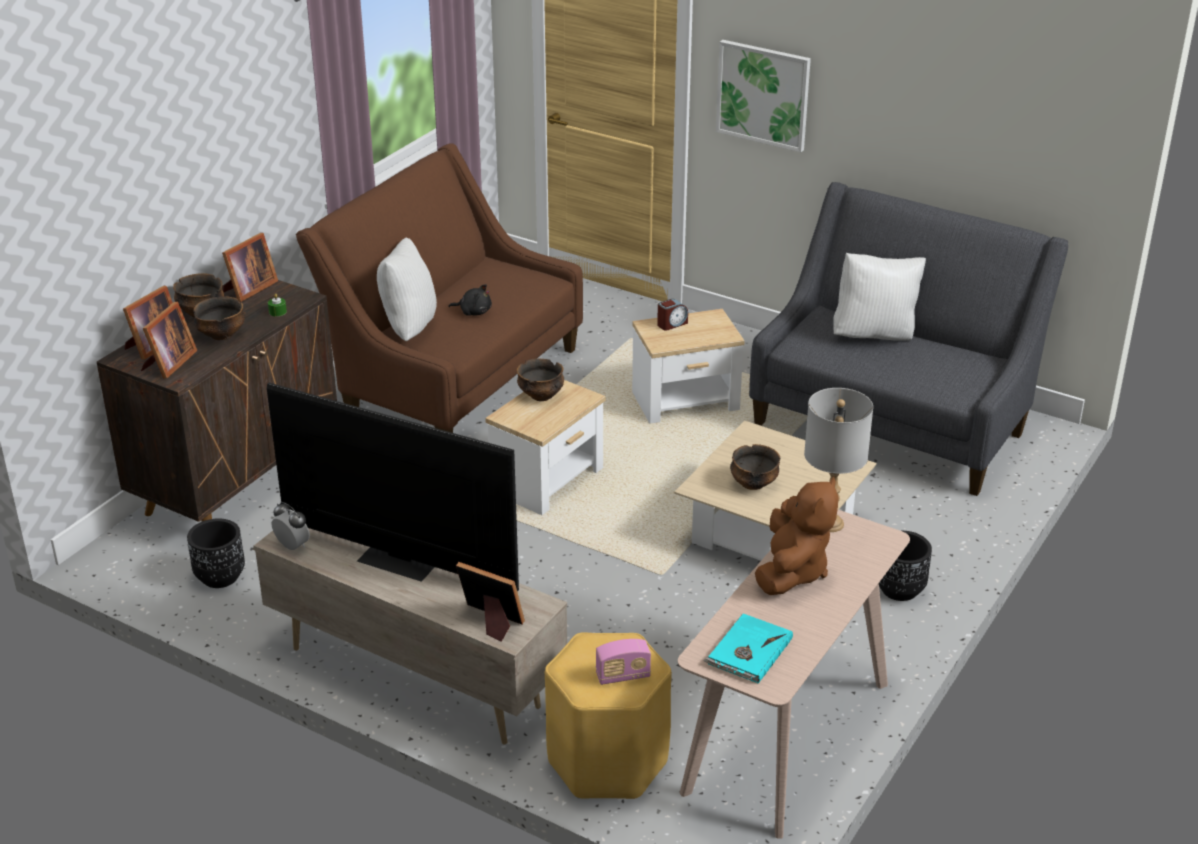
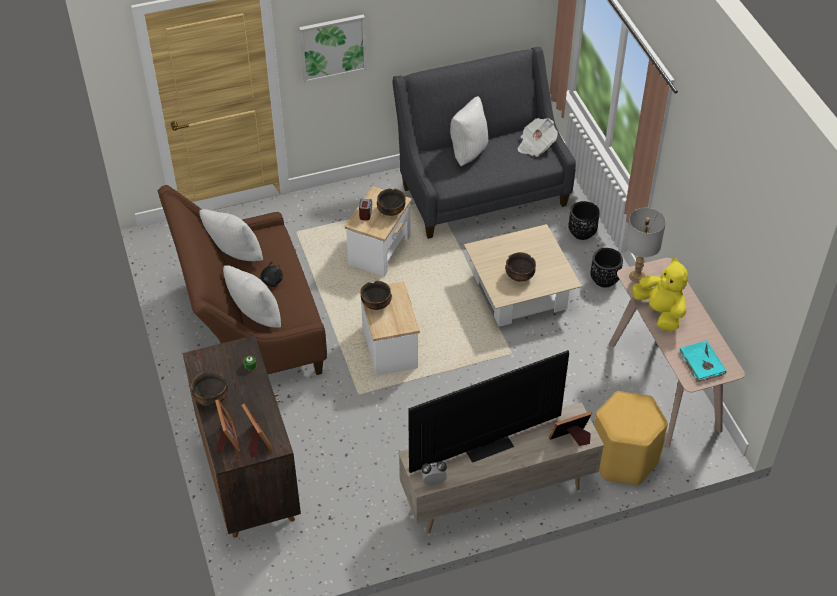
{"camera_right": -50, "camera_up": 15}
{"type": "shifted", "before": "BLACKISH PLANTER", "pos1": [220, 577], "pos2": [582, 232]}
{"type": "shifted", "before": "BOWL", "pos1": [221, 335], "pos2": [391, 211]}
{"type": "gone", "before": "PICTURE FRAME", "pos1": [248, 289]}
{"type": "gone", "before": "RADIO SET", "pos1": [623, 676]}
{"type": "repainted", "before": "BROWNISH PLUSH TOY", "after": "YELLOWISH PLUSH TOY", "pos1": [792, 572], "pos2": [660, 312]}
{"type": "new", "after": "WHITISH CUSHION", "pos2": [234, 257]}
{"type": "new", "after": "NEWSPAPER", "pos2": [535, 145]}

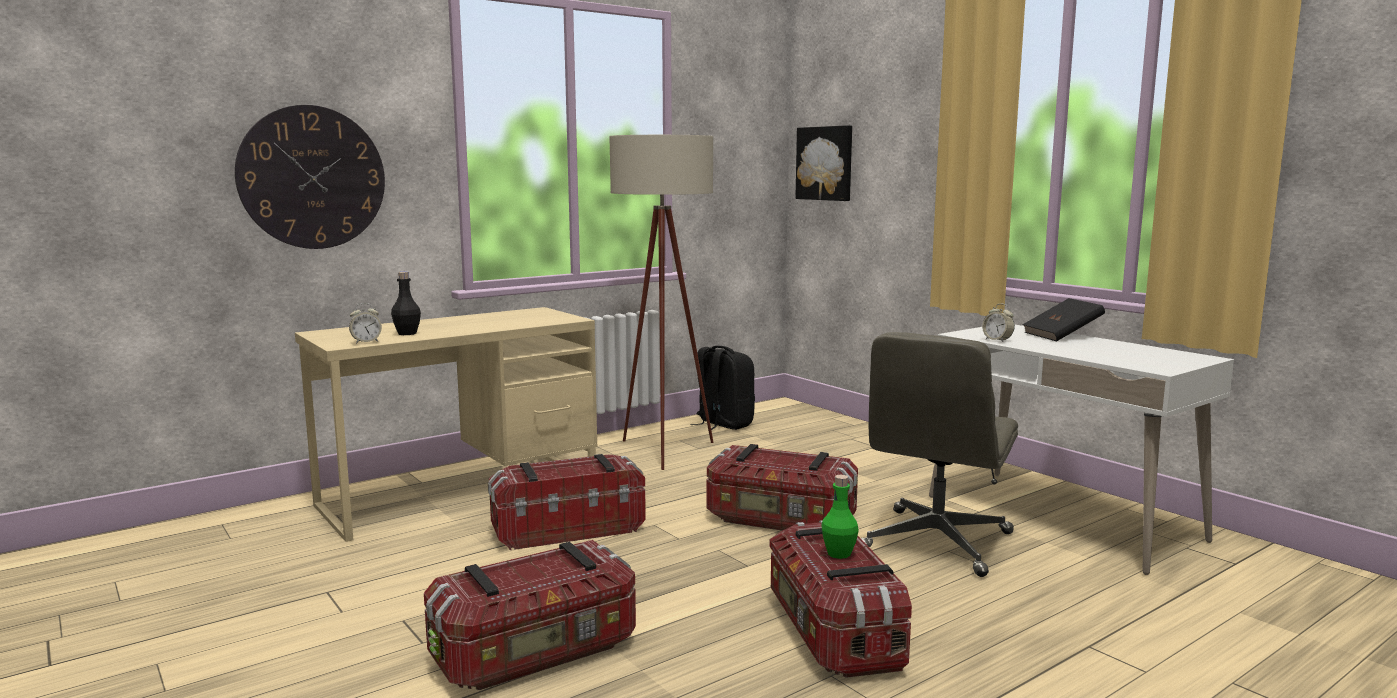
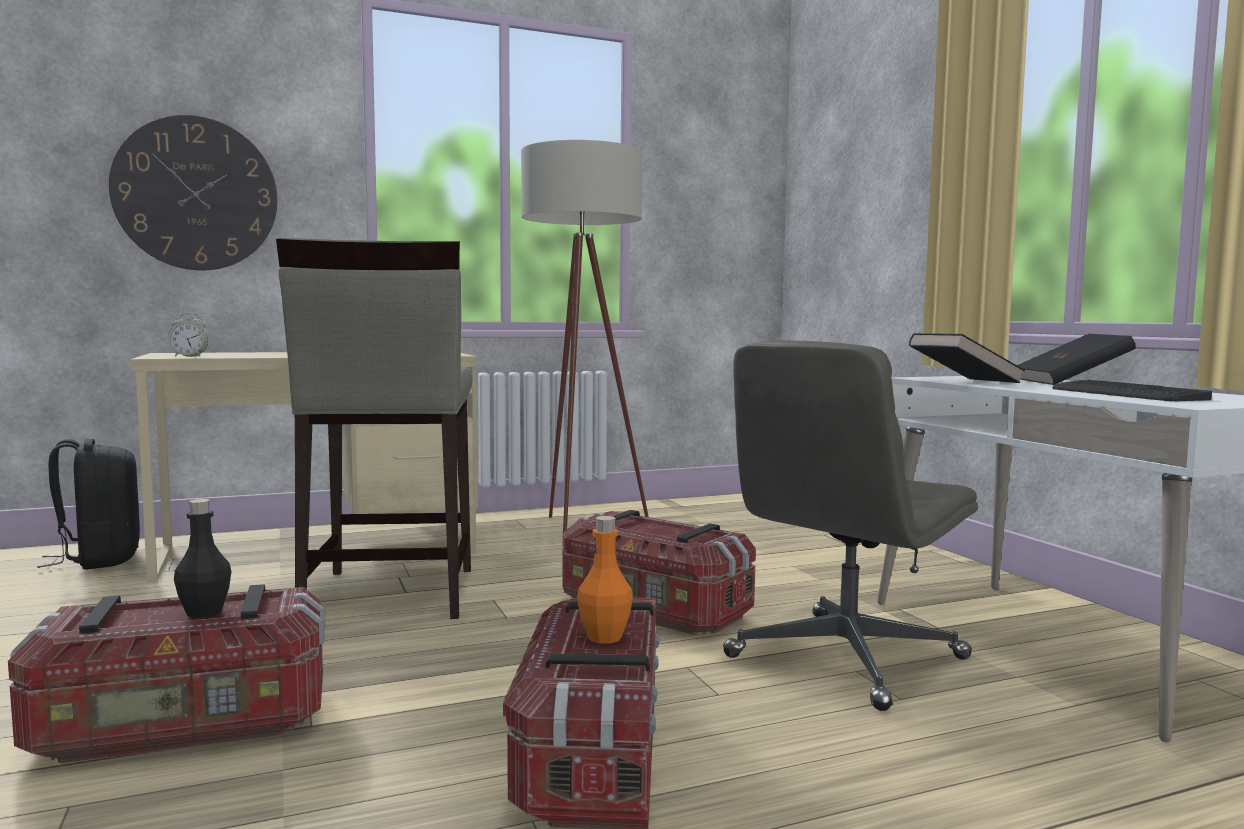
{"camera_right": 15, "camera_up": -5}
{"type": "shifted", "before": "BLACKISH BEVERAGE BOTTLE", "pos1": [407, 333], "pos2": [204, 612]}
{"type": "swapped", "before": "STORAGE CONTAINER", "after": "BEIGE-COLOURED SITTING STOOL", "pos1": [567, 529], "pos2": [389, 594]}
{"type": "shifted", "before": "BLACKISH RUCKSACK", "pos1": [723, 424], "pos2": [99, 560]}
{"type": "gone", "before": "WALL PICTURE", "pos1": [825, 163]}
{"type": "repainted", "before": "GREEN-COLOURED BEVERAGE BOTTLE", "after": "ORANGEY BEVERAGE BOTTLE", "pos1": [839, 554], "pos2": [604, 637]}
{"type": "swapped", "before": "TABLE CLOCK", "after": "BLACKISH BOUND BOOK", "pos1": [997, 340], "pos2": [963, 382]}
{"type": "new", "after": "PC KEYBOARD", "pos2": [1125, 394]}

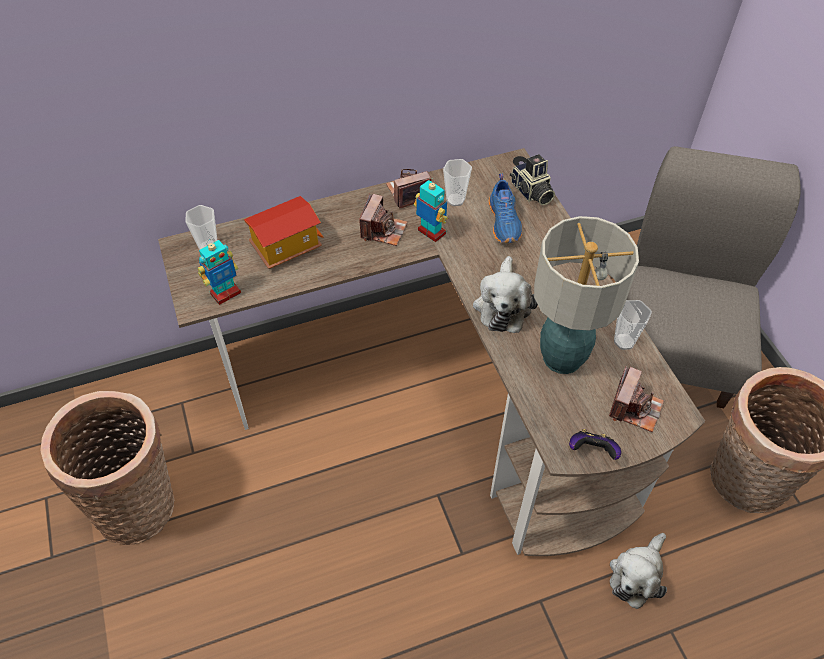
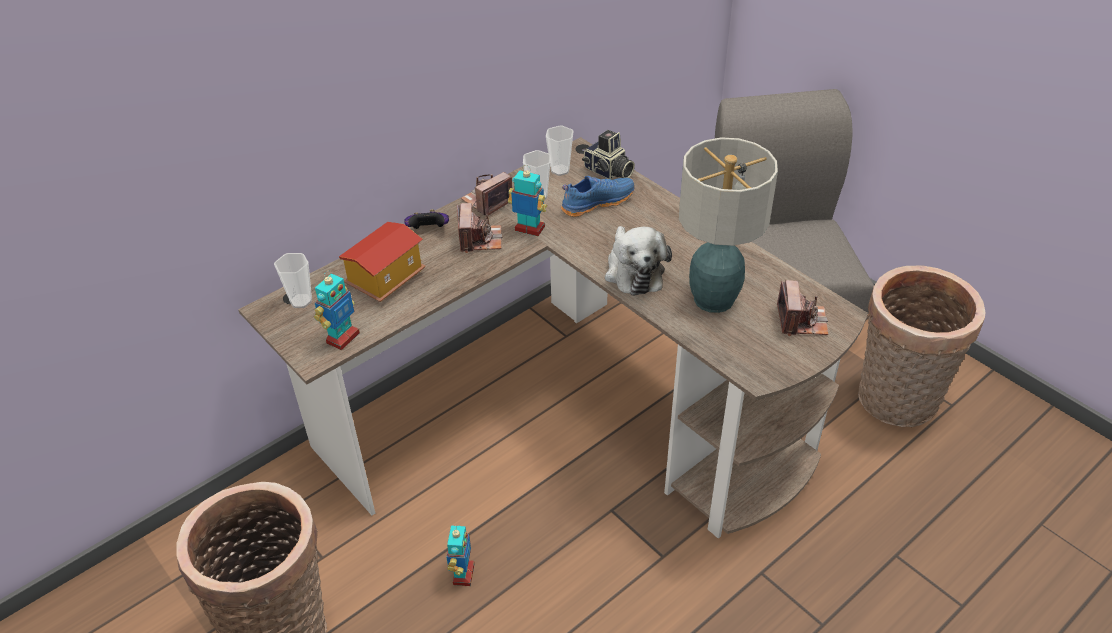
{"camera_right": -20, "camera_up": -10}
{"type": "rotated", "before": "BLUISH ITEM OF FOOTWEAR", "pos1": [505, 222], "pos2": [597, 202], "turn": -90}
{"type": "shifted", "before": "GAMEPAD", "pos1": [592, 451], "pos2": [428, 231]}
{"type": "gone", "before": "PLUSH TOY", "pos1": [636, 575]}
{"type": "shifted", "before": "CUP", "pos1": [624, 341], "pos2": [560, 170]}
{"type": "new", "after": "MODEL ROBOT", "pos2": [463, 574]}

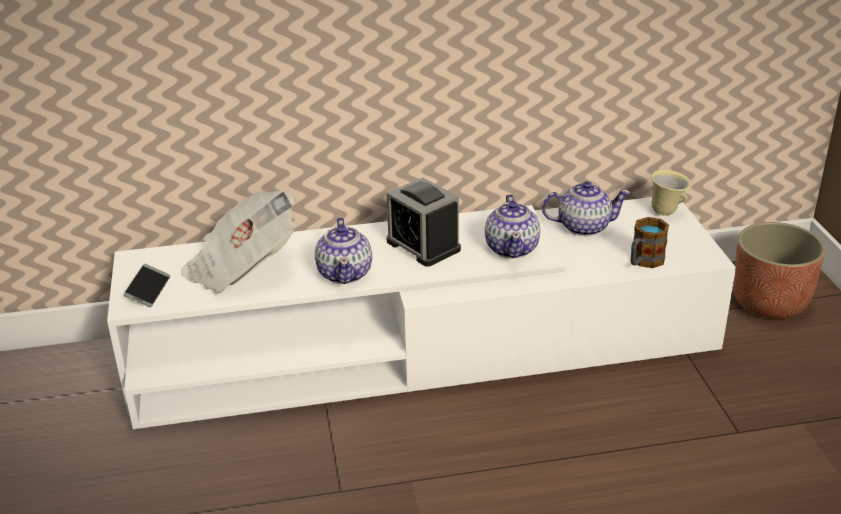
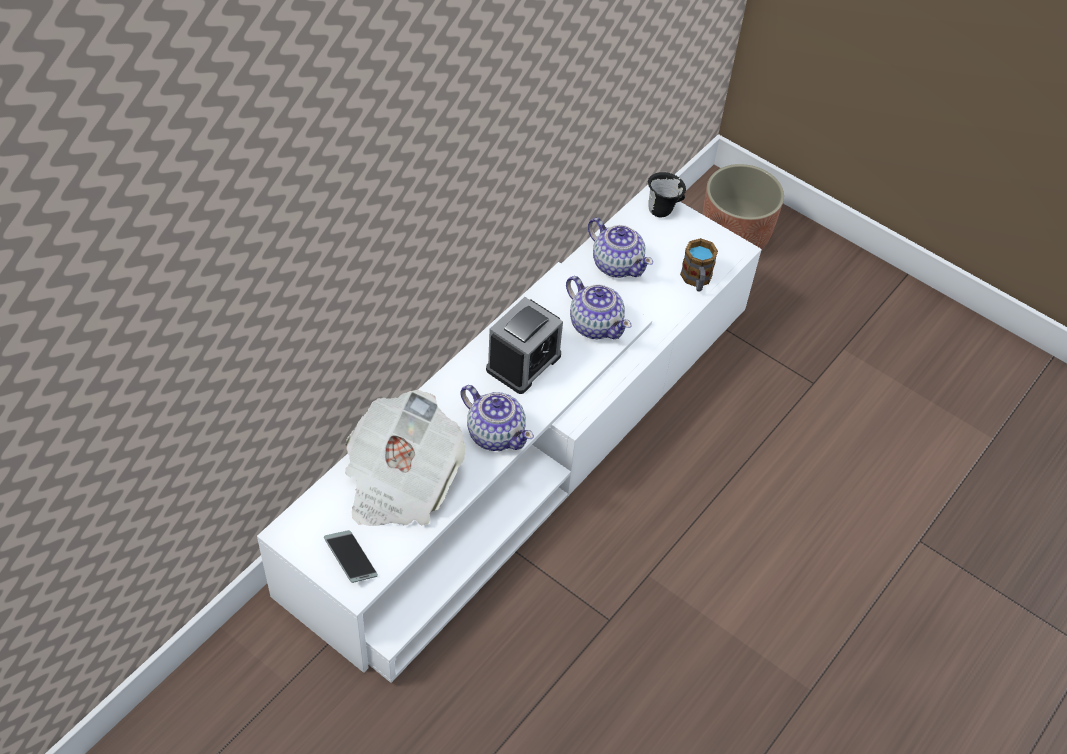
{"camera_right": -45, "camera_up": 20}
{"type": "rotated", "before": "TABLE CLOCK", "pos1": [423, 245], "pos2": [523, 362], "turn": -60}
{"type": "rotated", "before": "TEA POT", "pos1": [583, 227], "pos2": [617, 264], "turn": 90}
{"type": "repainted", "before": "BEIGE-COLOURED COFFEE MUG", "after": "BLACKISH COFFEE MUG", "pos1": [667, 212], "pos2": [662, 211]}

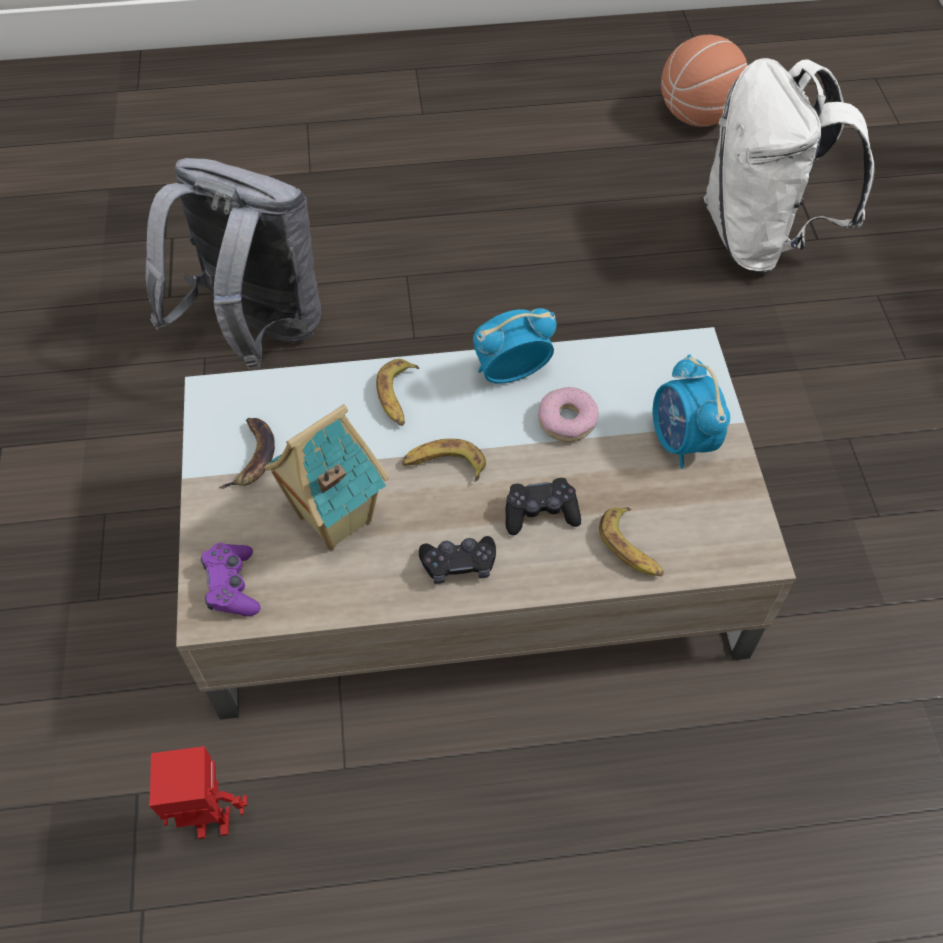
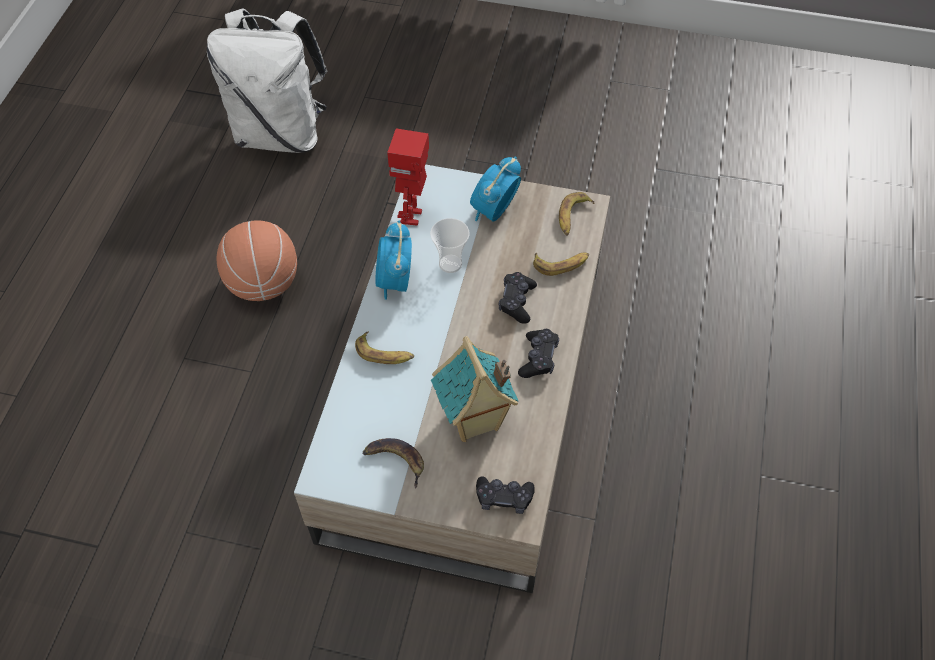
{"camera_right": -70, "camera_up": 0}
{"type": "gone", "before": "GREYISH RUCKSACK", "pos1": [256, 332]}
{"type": "shifted", "before": "MODEL ROBOT", "pos1": [213, 825], "pos2": [412, 217]}
{"type": "repainted", "before": "PURPLE GAMEPAD", "after": "BLACKISH GAMEPAD", "pos1": [232, 585], "pos2": [504, 498]}
{"type": "shifted", "before": "BANANA", "pos1": [444, 465], "pos2": [572, 217]}
{"type": "swapped", "before": "RING DOUGHNUT", "after": "CUP", "pos1": [566, 420], "pos2": [450, 264]}
{"type": "rotated", "before": "TABLE CLOCK", "pos1": [681, 441], "pos2": [494, 211], "turn": 120}
{"type": "shifted", "before": "BALL FOR BASKETBALL", "pos1": [698, 115], "pos2": [263, 283]}

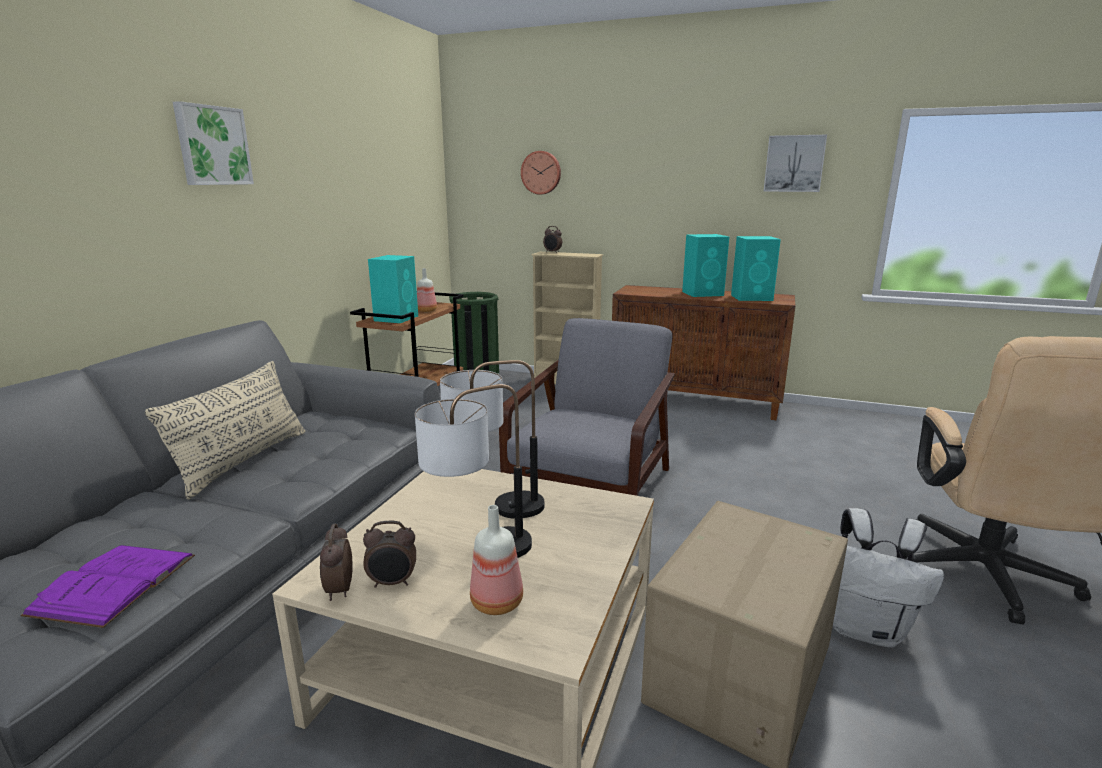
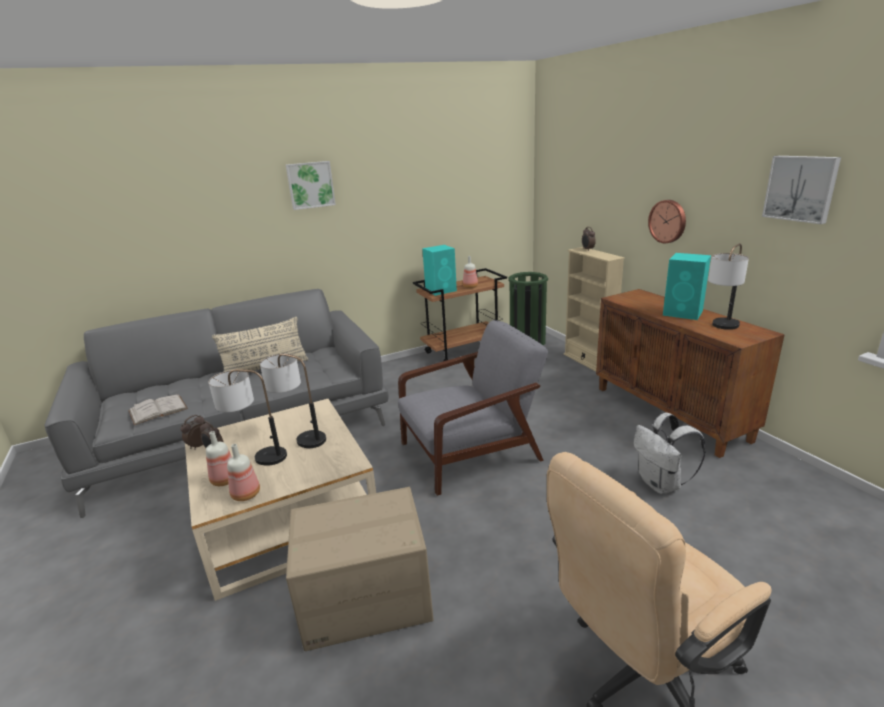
{"camera_right": 45, "camera_up": 5}
{"type": "repainted", "before": "PURPLE BOUND BOOK", "after": "WHITISH BOUND BOOK", "pos1": [114, 584], "pos2": [158, 409]}
{"type": "shifted", "before": "CLOCK ON THE WALL", "pos1": [541, 172], "pos2": [668, 221]}
{"type": "swapped", "before": "TURQUOISE-COLOURED SPEAKER", "after": "TABLETOP LAMP", "pos1": [752, 298], "pos2": [721, 328]}
{"type": "shifted", "before": "WHITISH RUCKSACK", "pos1": [866, 629], "pos2": [661, 484]}
{"type": "new", "after": "BEVERAGE BOTTLE", "pos2": [245, 495]}

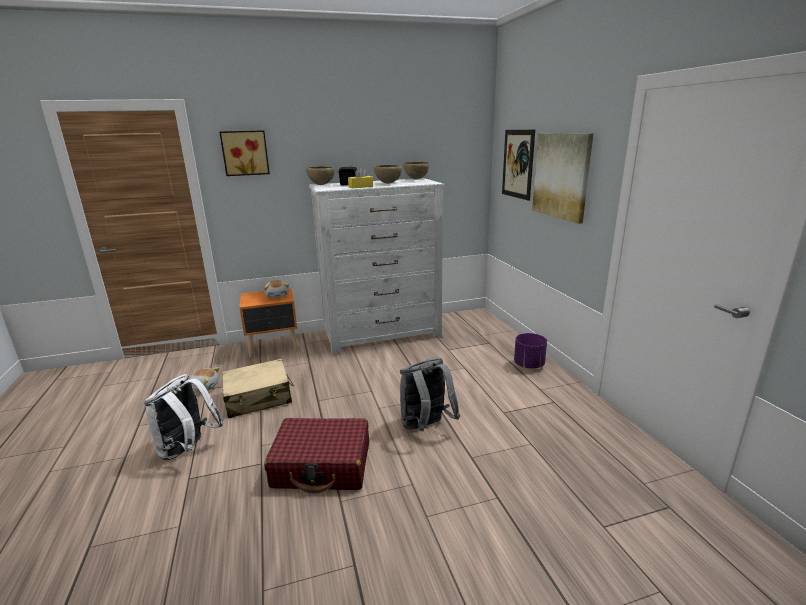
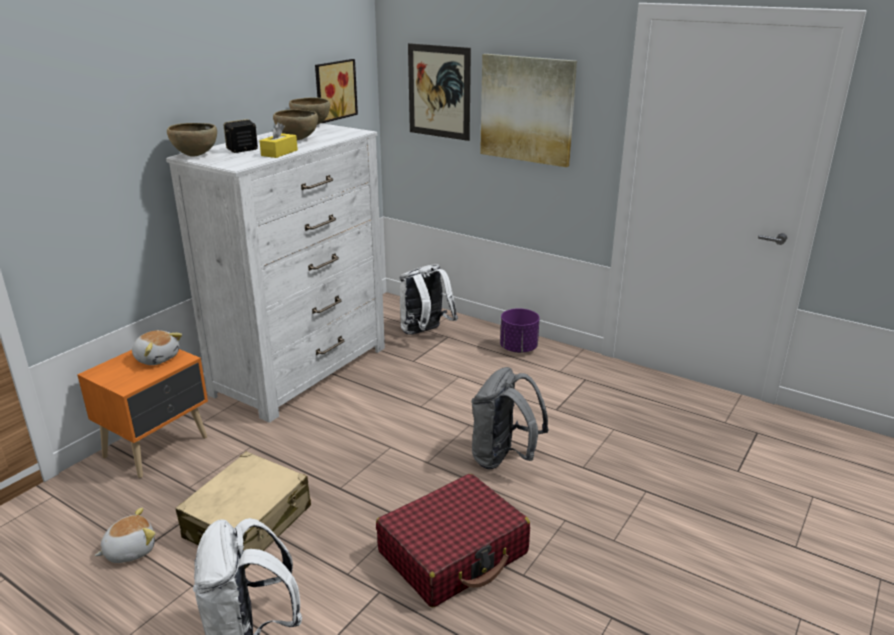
{"camera_right": -40, "camera_up": 5}
{"type": "shifted", "before": "WALL PICTURE", "pos1": [245, 153], "pos2": [334, 90]}
{"type": "new", "after": "WHITISH RUCKSACK", "pos2": [425, 332]}

